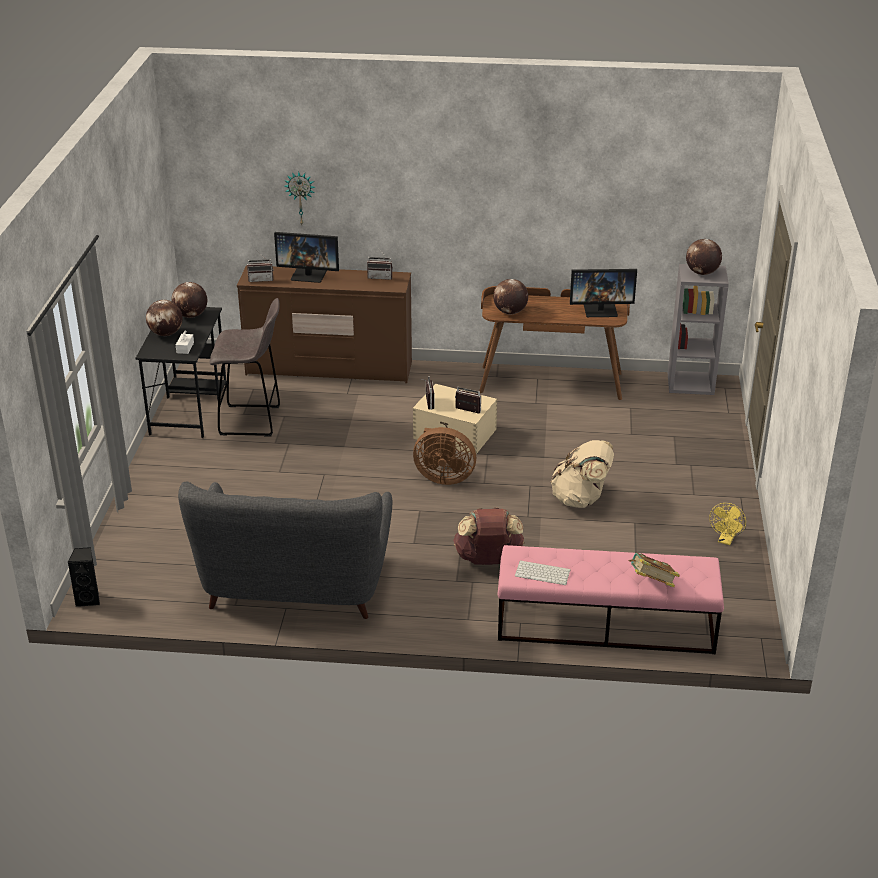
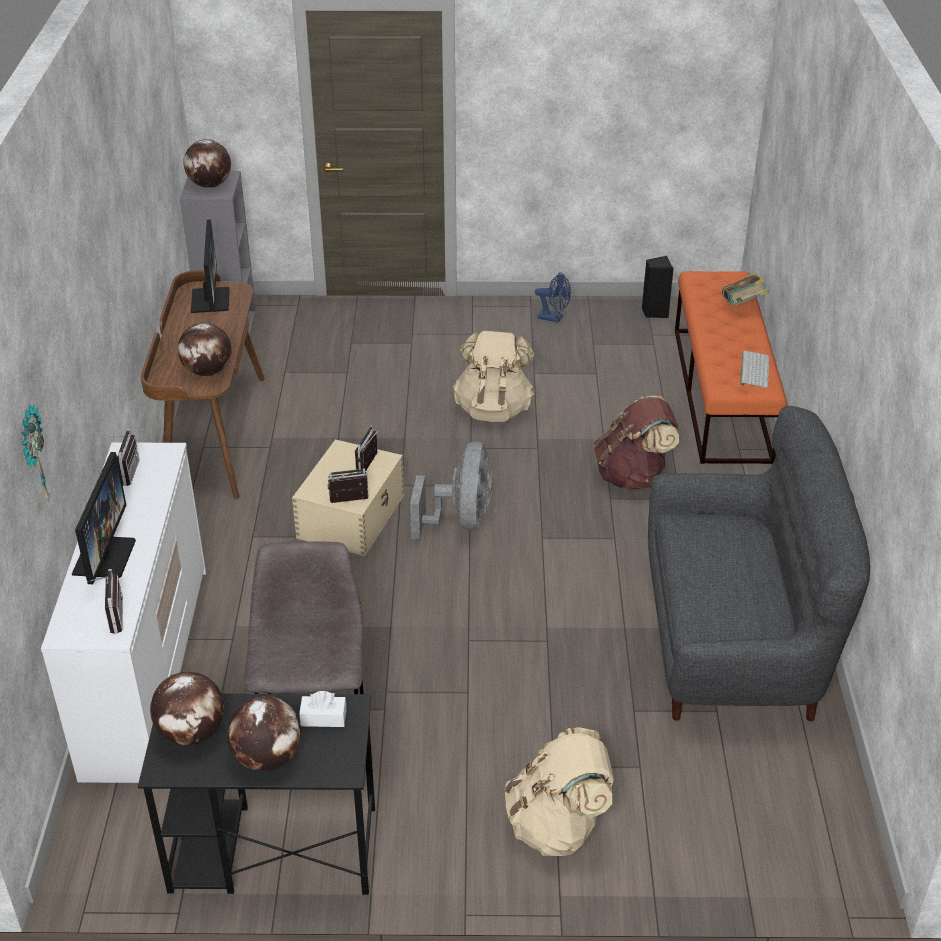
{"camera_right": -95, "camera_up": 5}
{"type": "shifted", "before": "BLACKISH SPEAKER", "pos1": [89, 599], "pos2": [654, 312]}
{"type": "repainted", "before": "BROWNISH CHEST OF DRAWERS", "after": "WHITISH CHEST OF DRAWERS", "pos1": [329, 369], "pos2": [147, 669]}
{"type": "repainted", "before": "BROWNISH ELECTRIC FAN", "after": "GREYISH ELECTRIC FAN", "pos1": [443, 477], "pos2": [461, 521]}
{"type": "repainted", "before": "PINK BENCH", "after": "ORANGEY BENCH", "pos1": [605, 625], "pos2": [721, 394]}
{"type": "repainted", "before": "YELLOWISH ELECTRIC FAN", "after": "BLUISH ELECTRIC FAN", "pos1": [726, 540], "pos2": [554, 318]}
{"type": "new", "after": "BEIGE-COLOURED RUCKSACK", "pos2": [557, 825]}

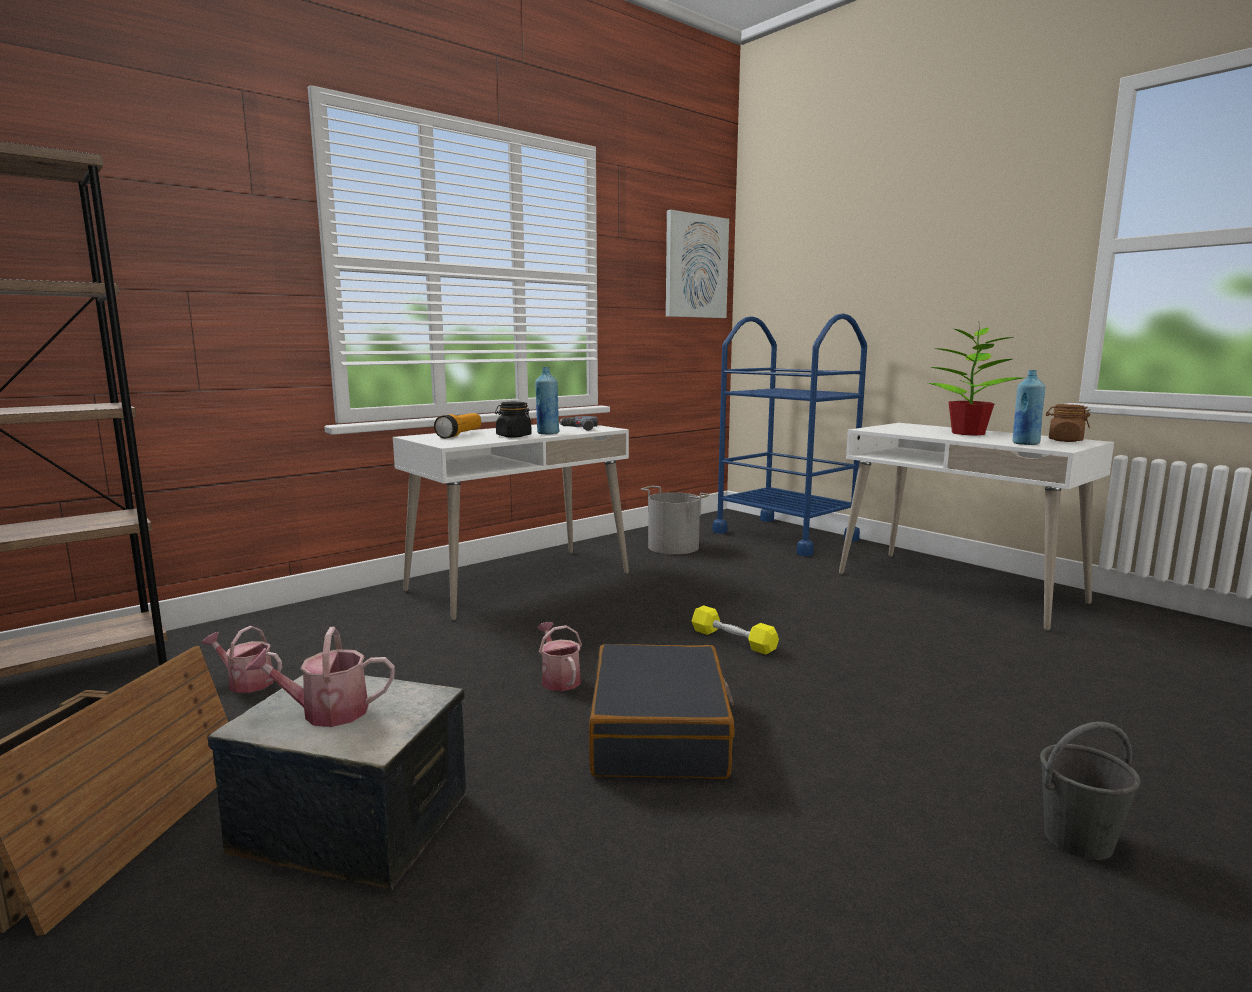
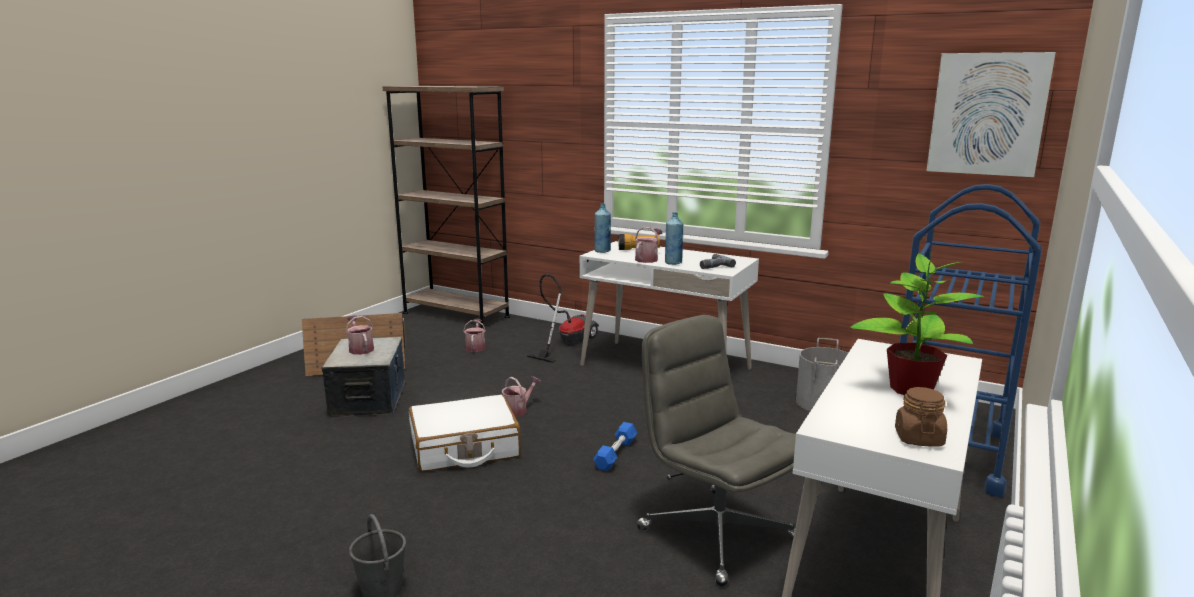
{"camera_right": 70, "camera_up": 5}
{"type": "swapped", "before": "BLACKISH PRESERVE JAR", "after": "WATERING POT", "pos1": [513, 436], "pos2": [648, 259]}
{"type": "repainted", "before": "BLACKISH TRAVEL CASE", "after": "WHITISH TRAVEL CASE", "pos1": [660, 733], "pos2": [464, 448]}
{"type": "repainted", "before": "YELLOWISH DUMBBELL", "after": "BLUISH DUMBBELL", "pos1": [733, 640], "pos2": [615, 454]}
{"type": "shifted", "before": "BLUISH BEVERAGE BOTTLE", "pos1": [1025, 443], "pos2": [602, 251]}
{"type": "new", "after": "HOOVER", "pos2": [566, 343]}
{"type": "new", "after": "GREYISH OFFICE CHAIR", "pos2": [716, 533]}

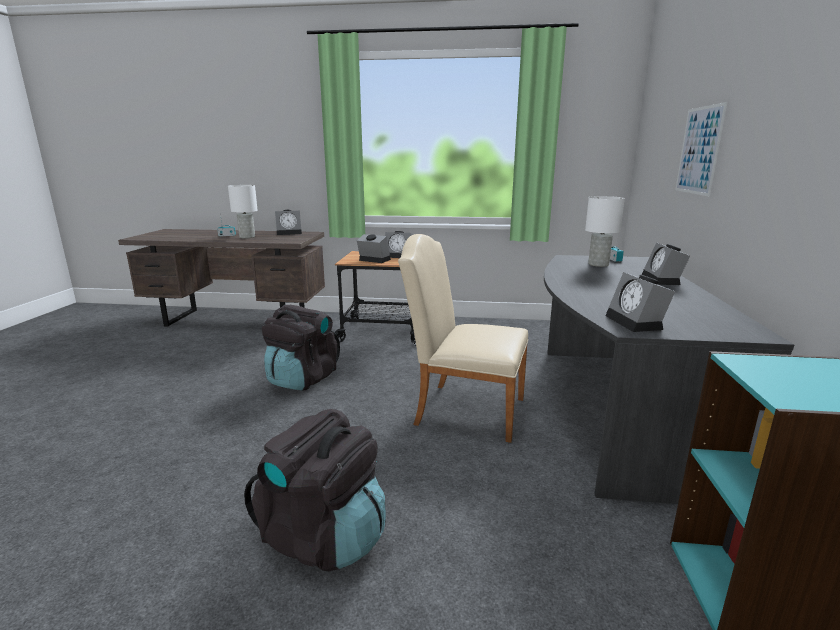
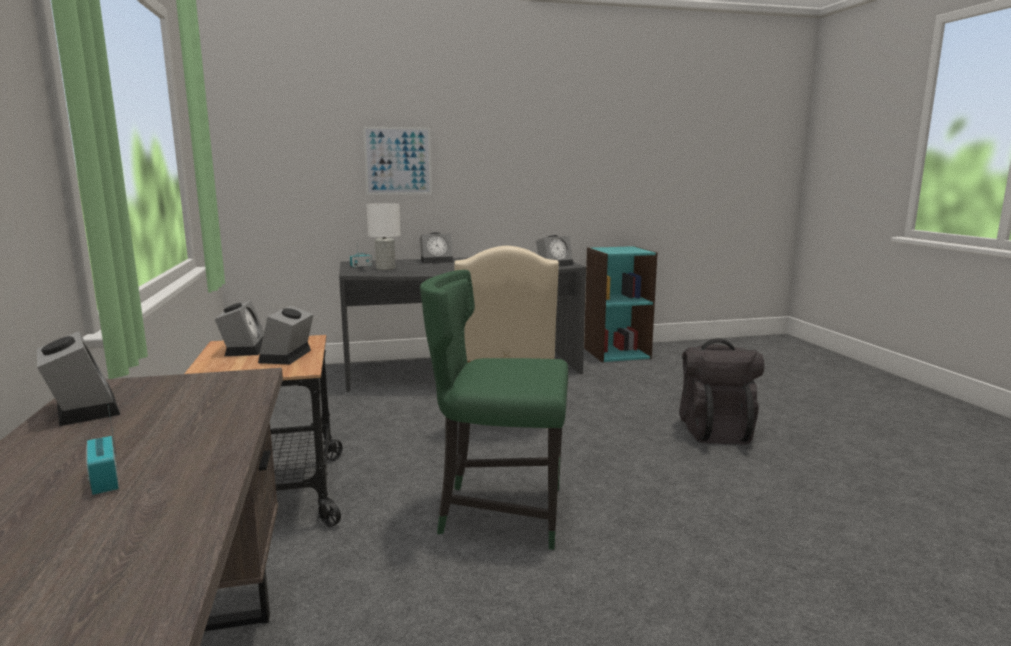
{"camera_right": -110, "camera_up": -5}
{"type": "gone", "before": "WHITISH TABLETOP LAMP", "pos1": [246, 237]}
{"type": "swapped", "before": "BLACKISH RUCKSACK", "after": "GREEN-COLOURED CHAIR", "pos1": [302, 379], "pos2": [499, 512]}

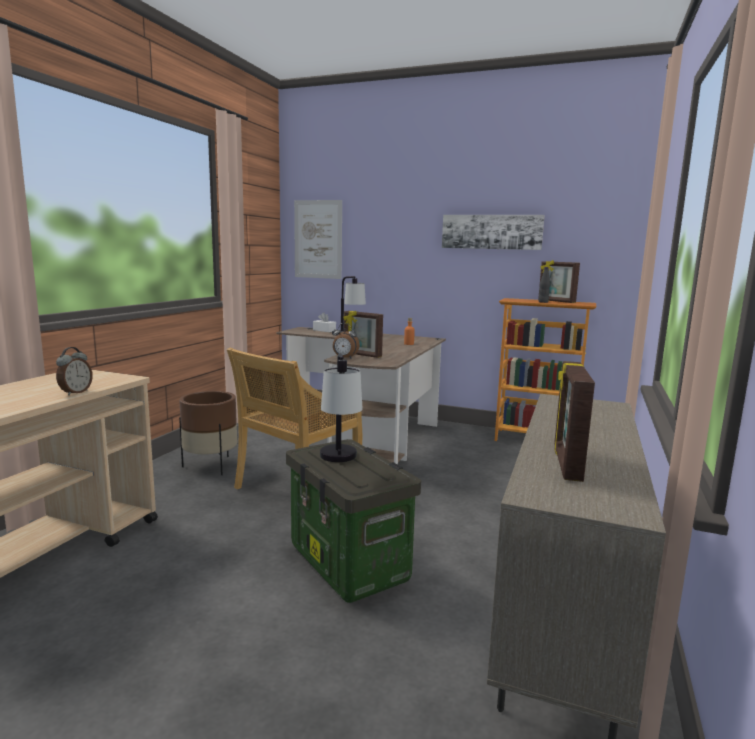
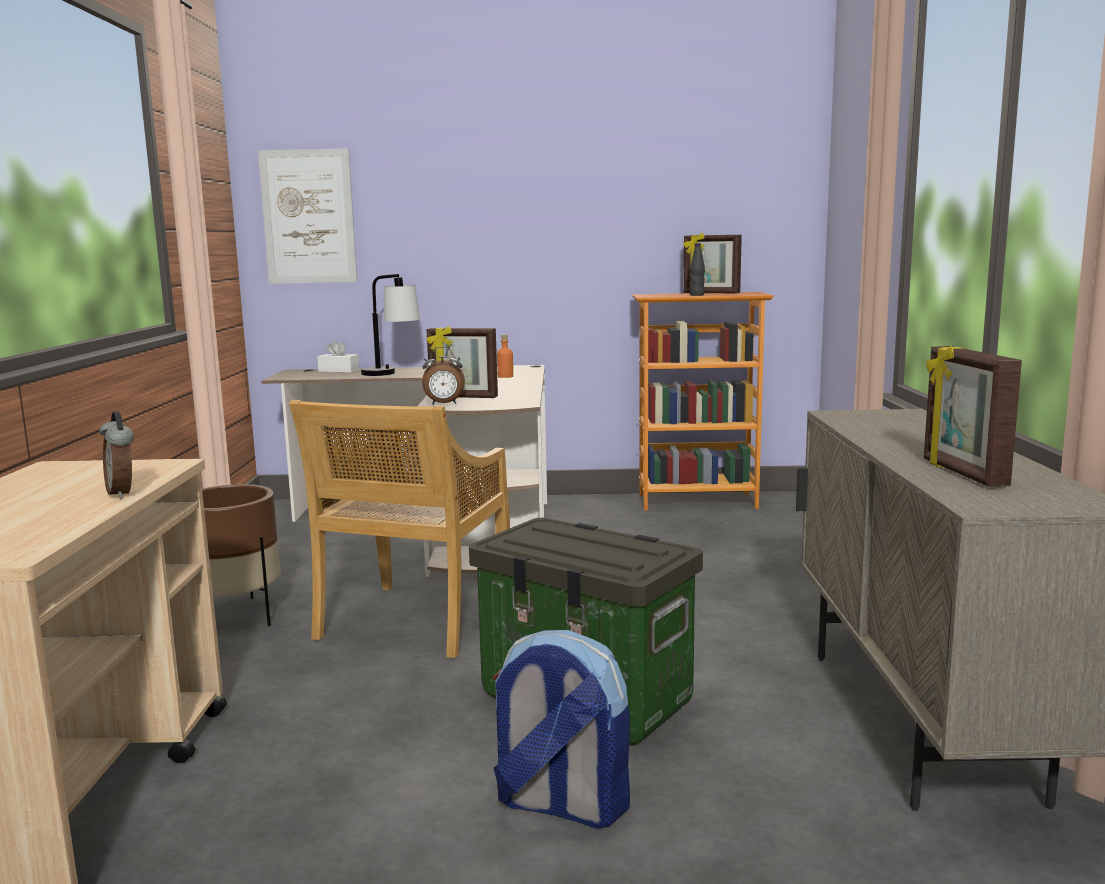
{"camera_right": -20, "camera_up": 0}
{"type": "rotated", "before": "TABLE CLOCK", "pos1": [75, 392], "pos2": [123, 493], "turn": 150}
{"type": "gone", "before": "TABLETOP LAMP", "pos1": [340, 462]}
{"type": "gone", "before": "WALL PICTURE", "pos1": [491, 232]}
{"type": "new", "after": "RUCKSACK", "pos2": [560, 805]}

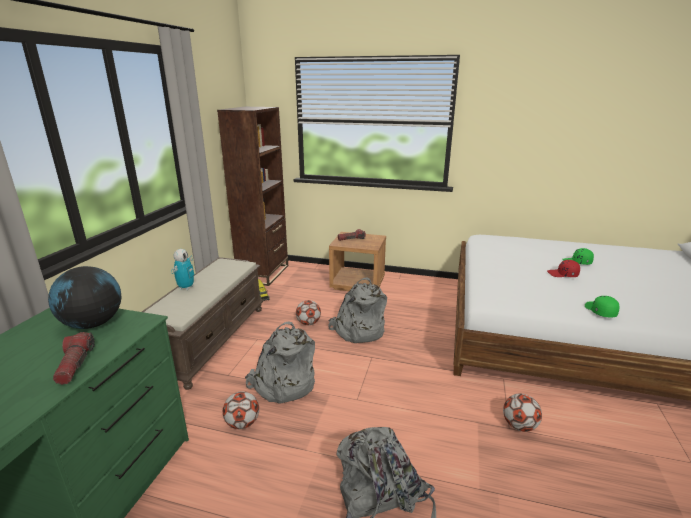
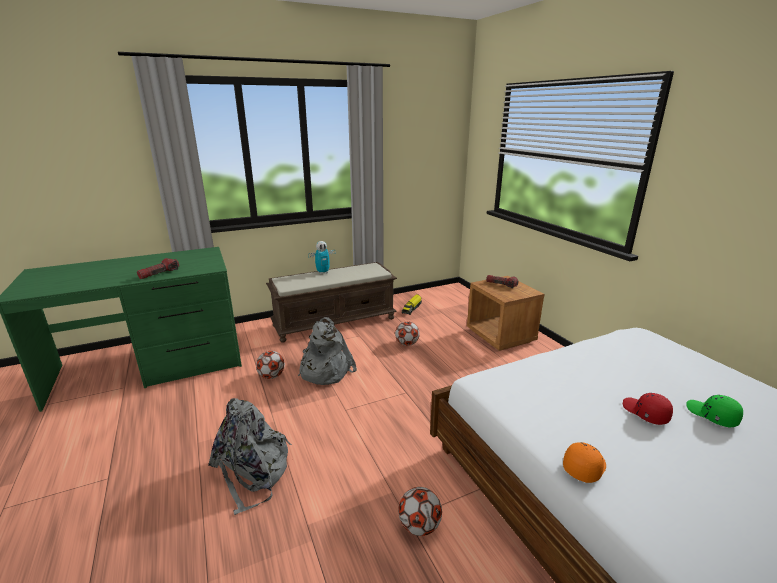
{"camera_right": 50, "camera_up": 0}
{"type": "gone", "before": "GLOBE", "pos1": [93, 324]}
{"type": "gone", "before": "BROWNISH SHELVING UNIT", "pos1": [263, 273]}
{"type": "gone", "before": "GREYISH RUCKSACK", "pos1": [358, 330]}
{"type": "repainted", "before": "GREEN-COLOURED BASEBALL CAP", "after": "ORANGEY BASEBALL CAP", "pos1": [599, 311], "pos2": [583, 466]}

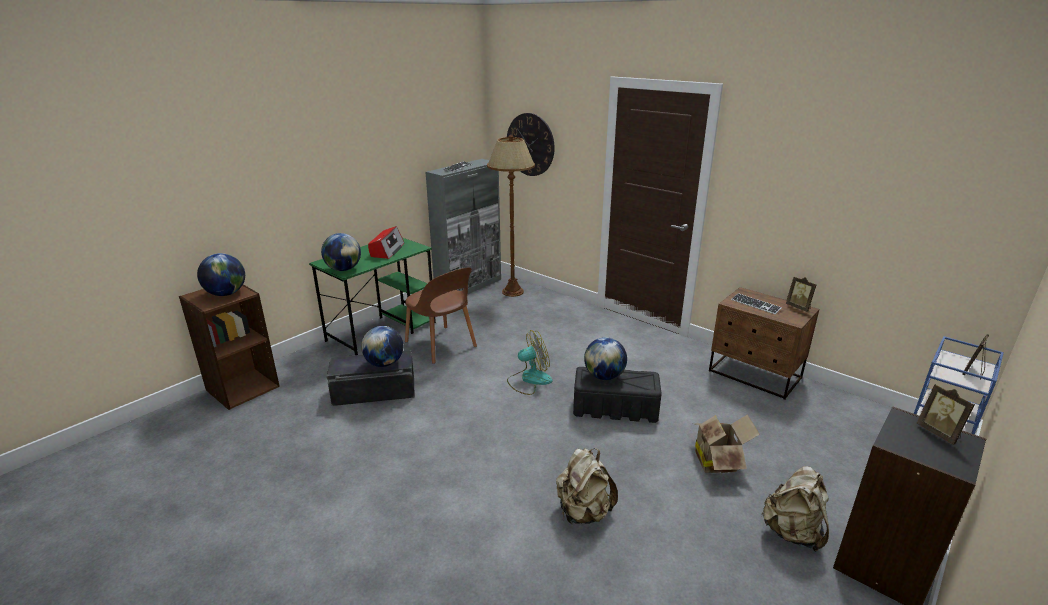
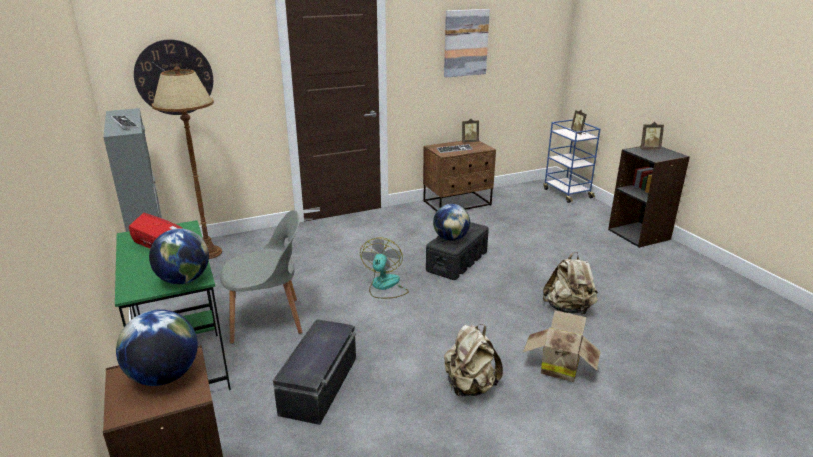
{"camera_right": -65, "camera_up": 0}
{"type": "gone", "before": "GLOBE", "pos1": [384, 363]}
{"type": "repainted", "before": "BROWNISH CHAIR", "after": "GREYISH CHAIR", "pos1": [441, 345], "pos2": [268, 320]}
{"type": "shifted", "before": "CARTON", "pos1": [718, 461], "pos2": [559, 366]}
{"type": "shifted", "before": "BEIGE-COLOURED RUCKSACK", "pos1": [792, 532], "pos2": [470, 387]}
{"type": "new", "after": "WALL PICTURE", "pos2": [465, 43]}

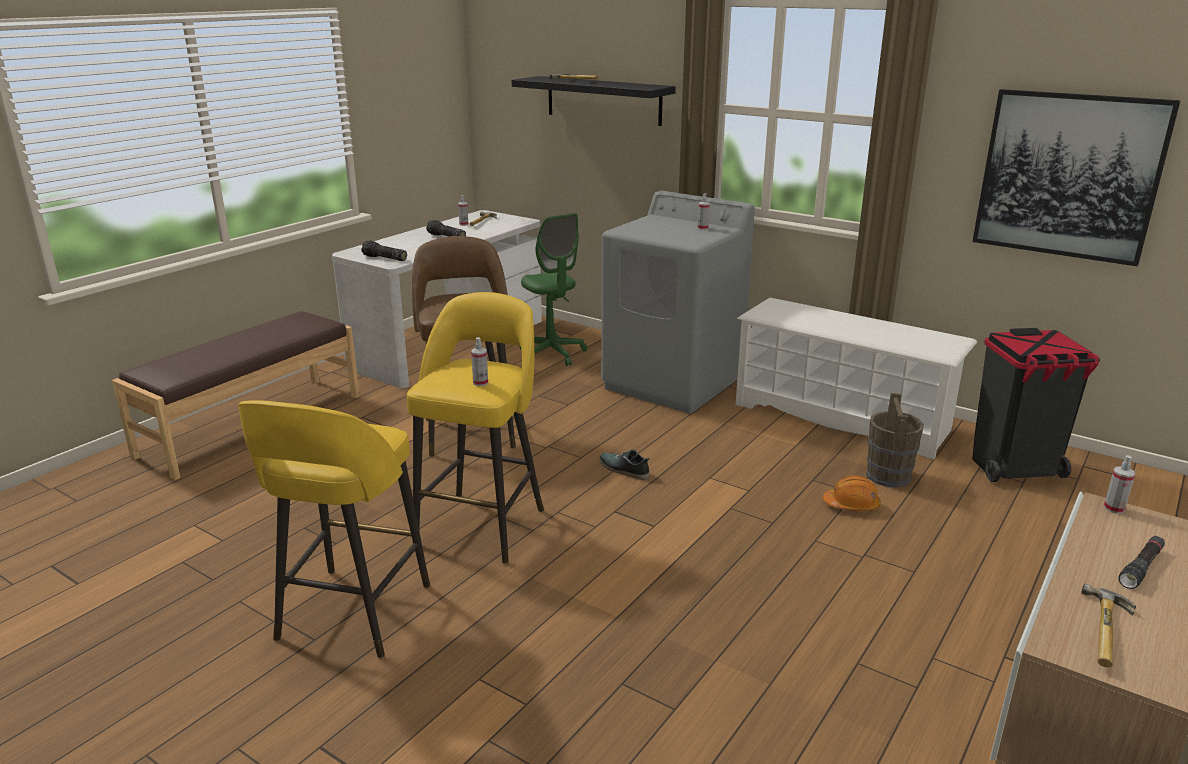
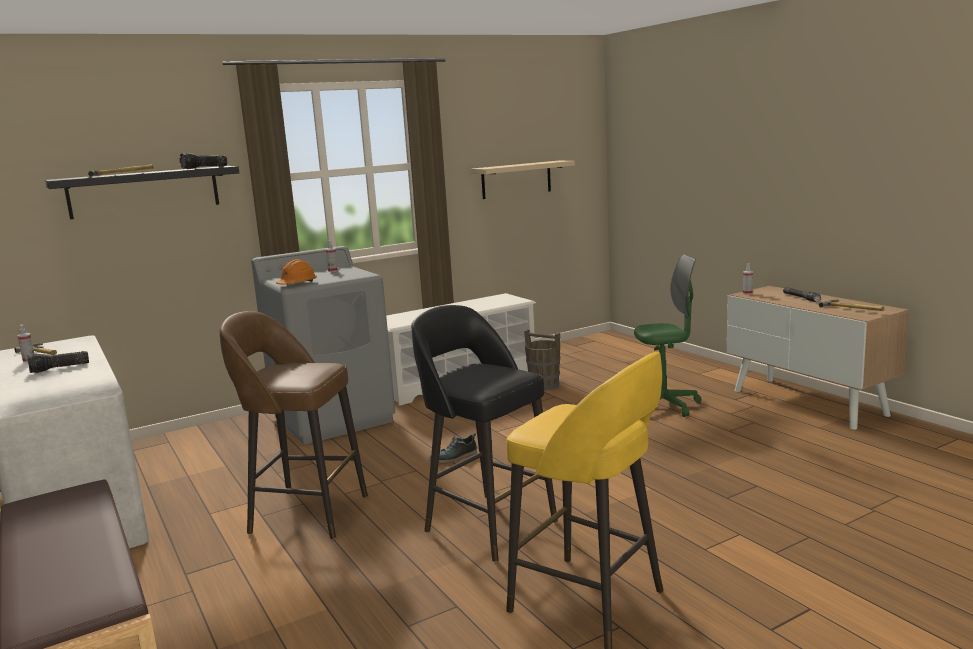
{"camera_right": -65, "camera_up": -10}
{"type": "shifted", "before": "FLASHLIGHT", "pos1": [384, 258], "pos2": [204, 168]}
{"type": "repainted", "before": "YELLOWISH SITTING STOOL", "after": "BLACKISH SITTING STOOL", "pos1": [483, 524], "pos2": [488, 525]}
{"type": "gone", "before": "HAND SPRAYER", "pos1": [480, 383]}
{"type": "shifted", "before": "GREEN-COLOURED OFFICE CHAIR", "pos1": [551, 354], "pos2": [664, 405]}
{"type": "shifted", "before": "ORANGEY HARD HAT", "pos1": [852, 505], "pos2": [297, 284]}
{"type": "swapped", "before": "WALL PICTURE", "after": "BEIGE-COLOURED WALL SHELF", "pos1": [1069, 176], "pos2": [516, 179]}
{"type": "gone", "before": "BLACKISH TRASH CAN", "pos1": [1015, 468]}

